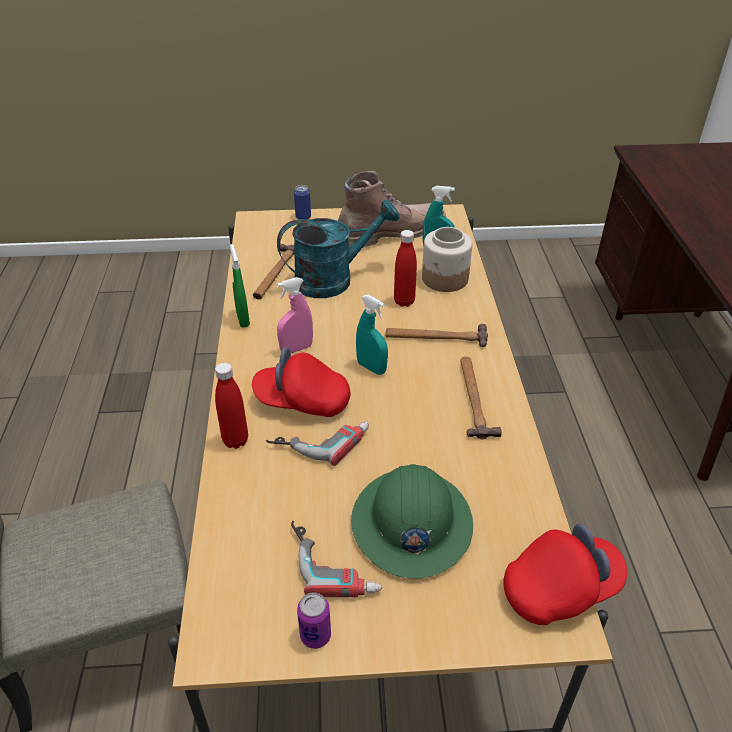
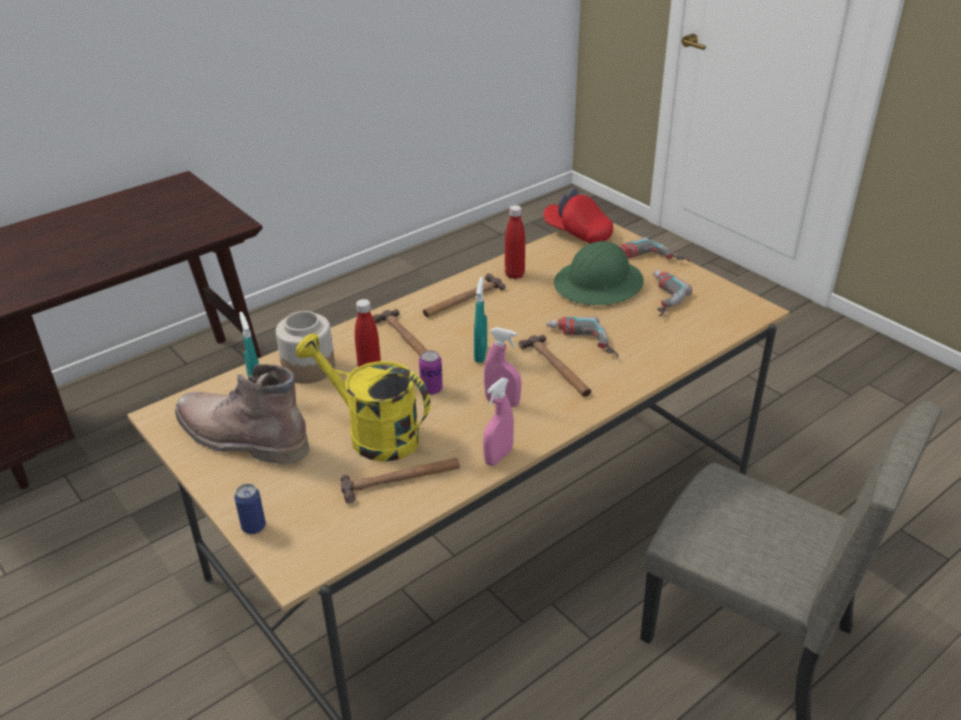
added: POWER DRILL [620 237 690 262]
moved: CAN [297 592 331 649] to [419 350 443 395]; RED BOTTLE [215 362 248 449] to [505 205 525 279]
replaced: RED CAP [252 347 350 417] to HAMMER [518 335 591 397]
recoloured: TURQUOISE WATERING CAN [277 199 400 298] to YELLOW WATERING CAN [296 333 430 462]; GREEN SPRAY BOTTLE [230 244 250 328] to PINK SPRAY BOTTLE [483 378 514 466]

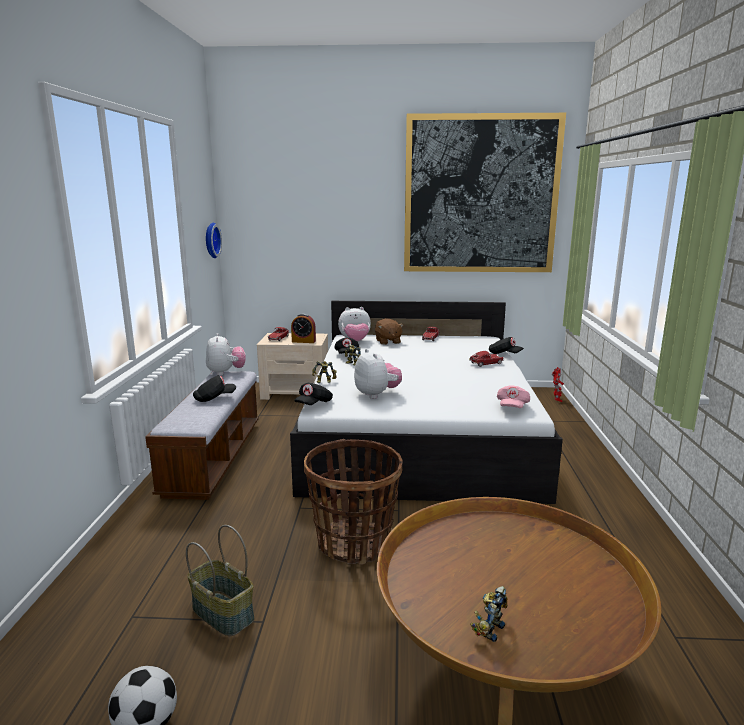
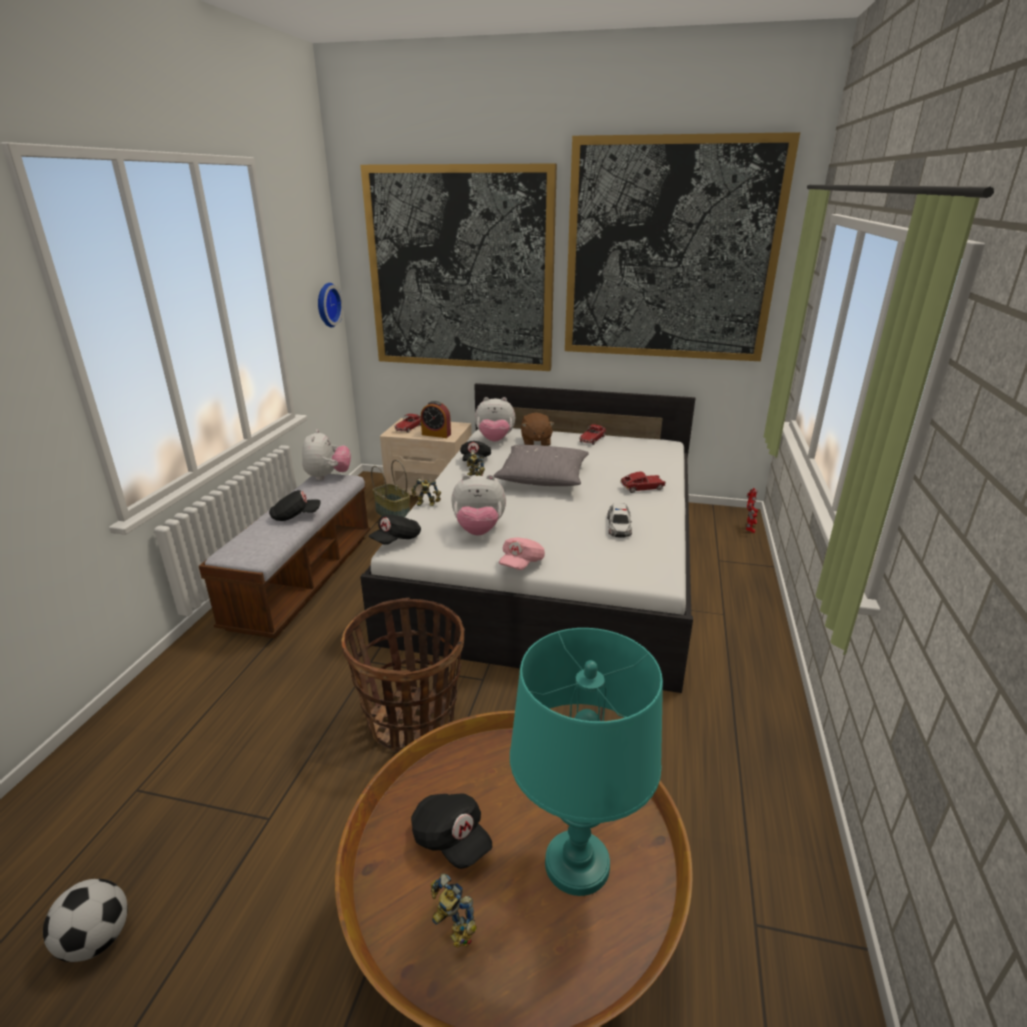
added: PICTURE [360 163 557 371]; GREY PILLOW [493 445 589 486]; TURQUOISE TABLE LAMP [510 628 663 896]; TOY CAR [607 503 632 538]
moved: BASKET [186 525 255 637] to [371 460 410 517]; BLACK CAP [489 337 524 354] to [411 793 492 869]; PINK CAP [497 385 530 408] to [499 537 545 570]
turned: TOY ROBOT [470 586 507 642] = [431 873 477 948] 90 degrees counterclockwise; PLUSH TOY [354 349 402 399] = [451 475 506 536] 105 degrees clockwise

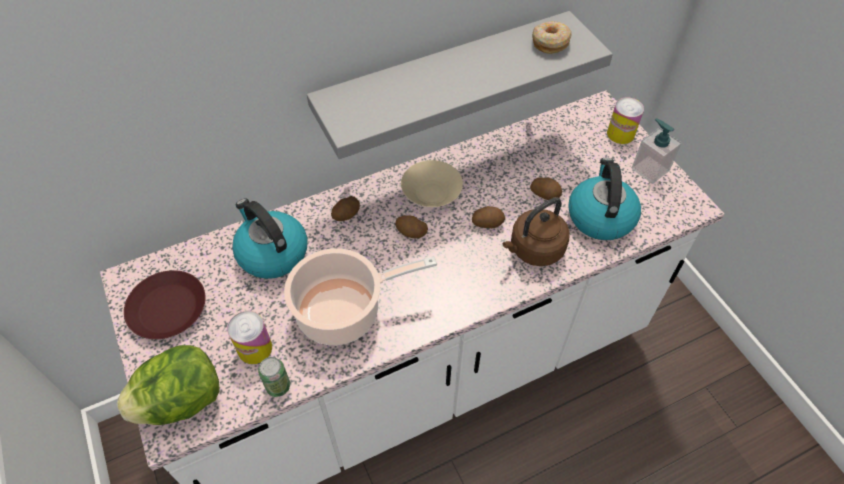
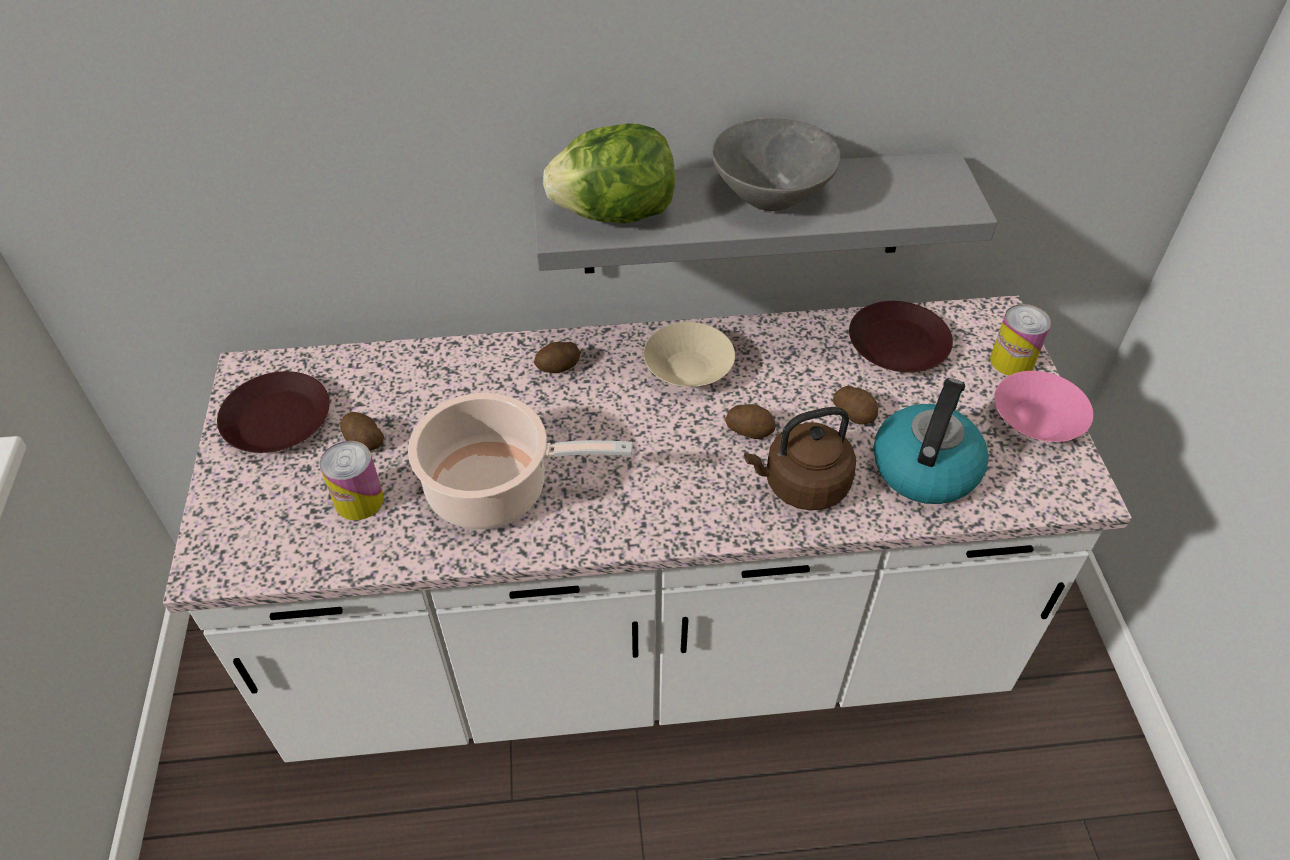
removed: KETTLE [232 198 308 279]; CAN [258 357 290 397]; DONUT [532 21 572 54]
added: GREY BOWL [712 118 841 211]; BROWN PLATE [849 301 953 372]
moved: POTATO [395 215 428 238] to [340 412 384 451]; LETTUCE [117 345 220 425] to [543 123 675 224]
replaced: SOAP DISPENSER [631 118 682 184] to PINK BOWL [994 371 1093 442]

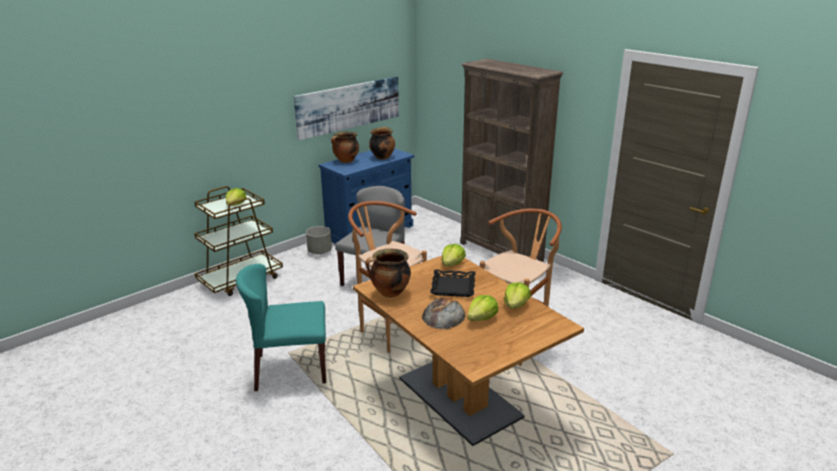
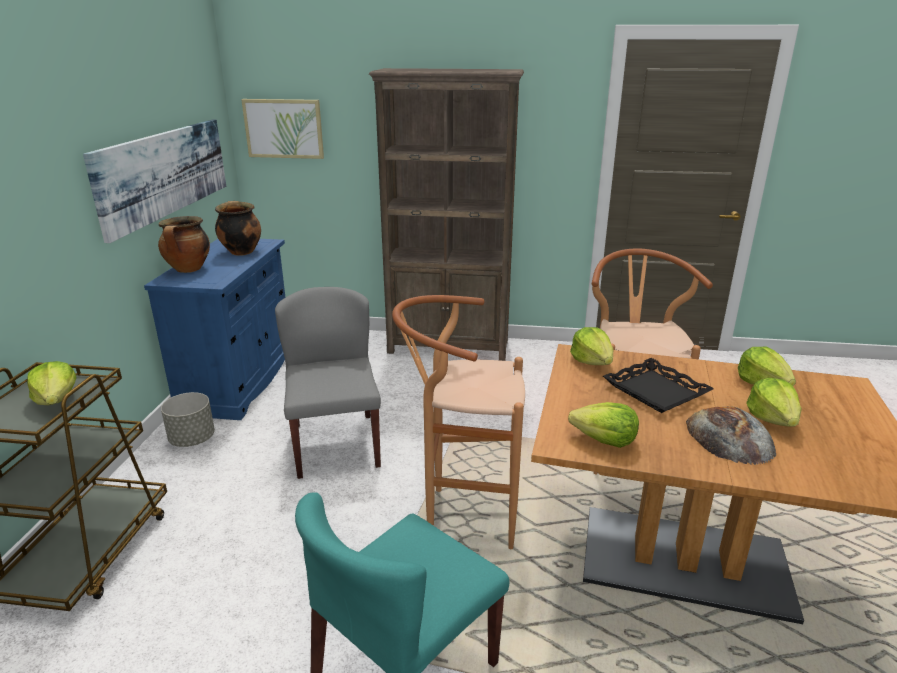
added: PICTURE [241 99 324 159]
replaced: COOKING POT [365 248 411 297] to LETTUCE [568 402 639 448]

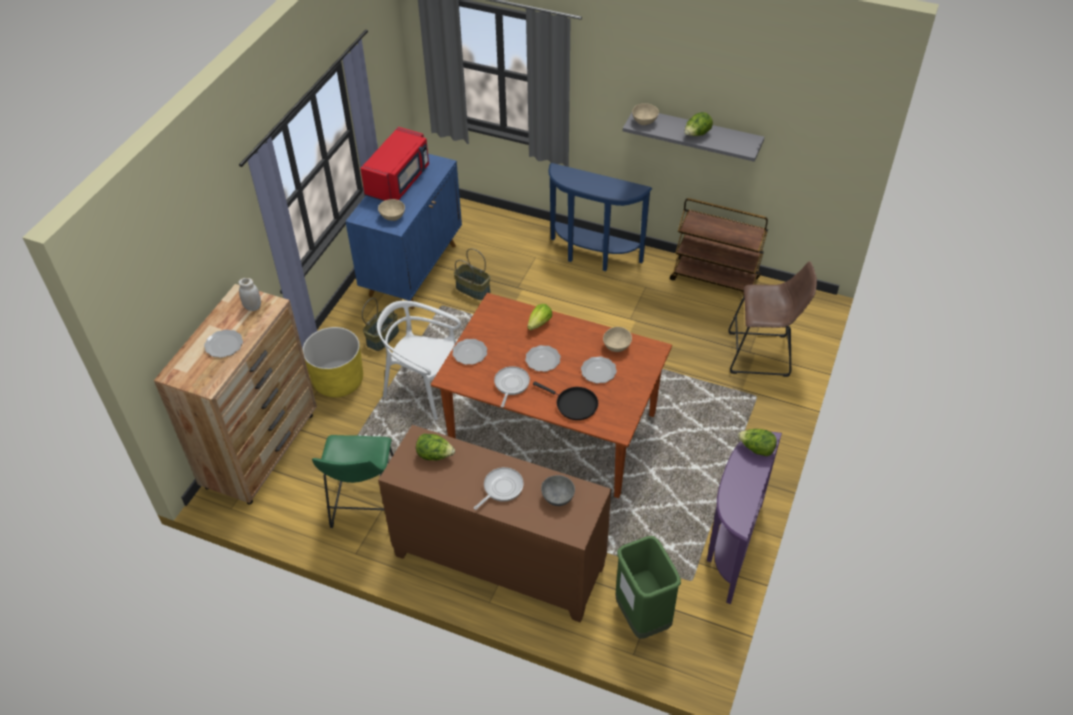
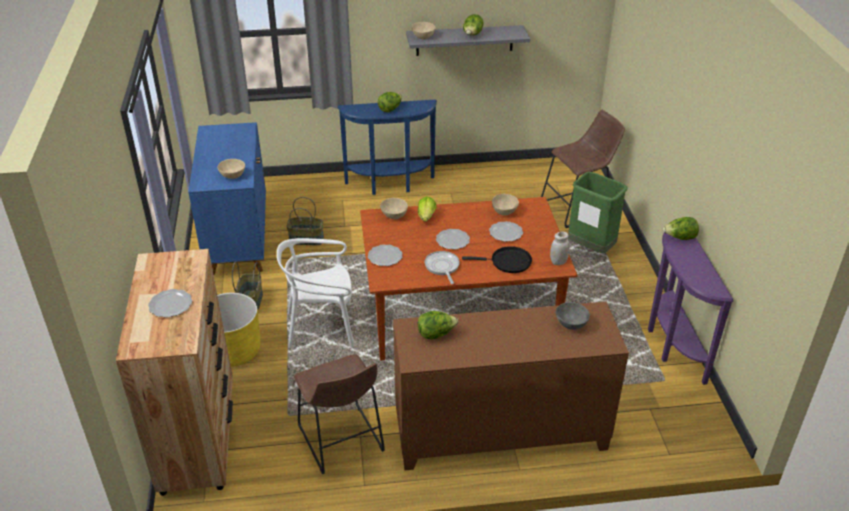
removed: RED MICROWAVE [360 127 429 201]; FRYING PAN [474 467 524 510]; BROWN CART [670 198 768 295]
added: LETTUCE [378 92 402 112]; BEIGE BOWL [380 198 408 219]
moved: WHITE JAR [238 278 261 311] to [550 232 570 265]; GREEN TRASH CAN [615 536 681 639] to [568 172 627 253]
recoloured: GREEN STOOL [312 435 394 528] to BROWN STOOL [294 354 385 474]

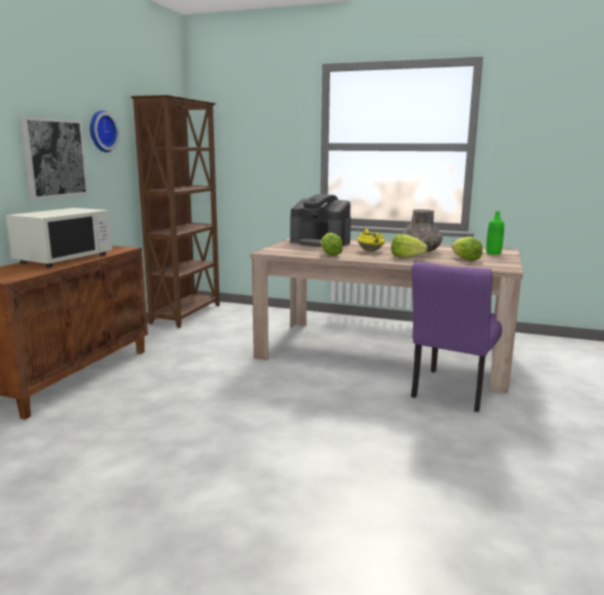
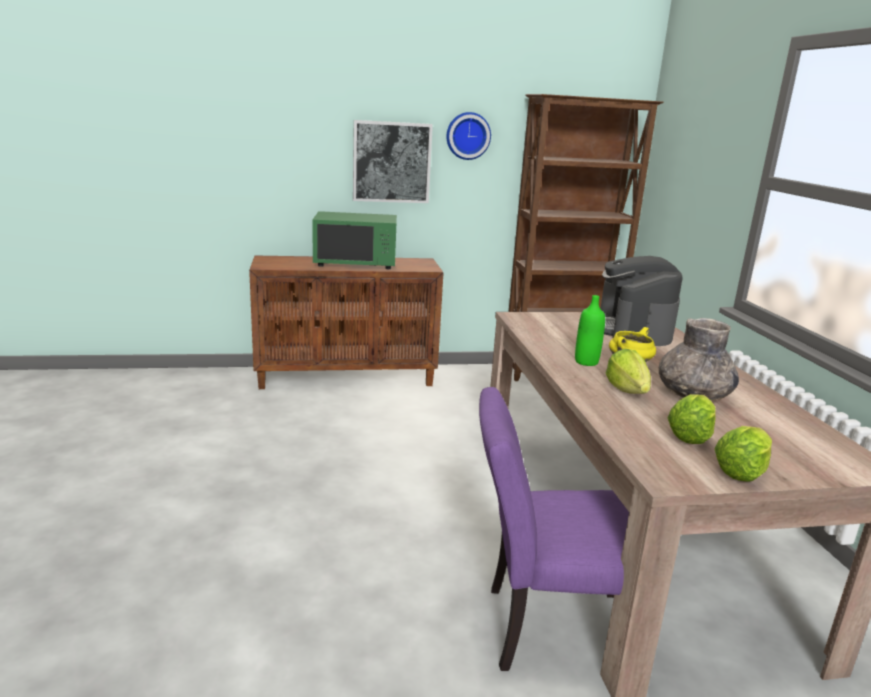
moved: GREEN BOTTLE [486 211 504 255] to [575 295 605 366]; LETTUCE [321 233 343 256] to [715 426 772 482]
recoloured: WHITE MICROWAVE [6 208 112 267] to GREEN MICROWAVE [312 211 397 269]

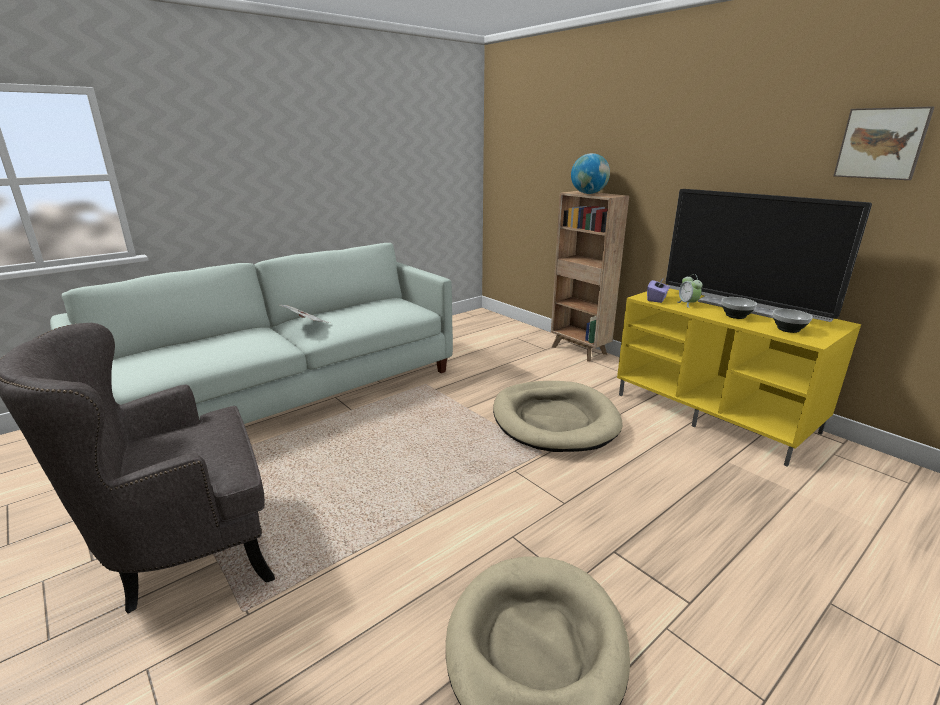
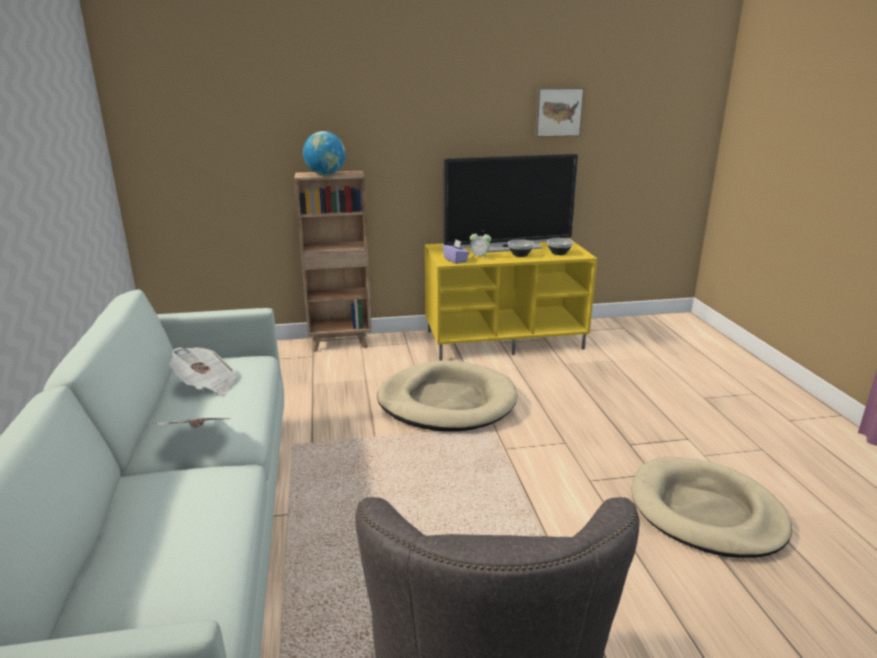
added: NEWSPAPER [169 347 237 394]

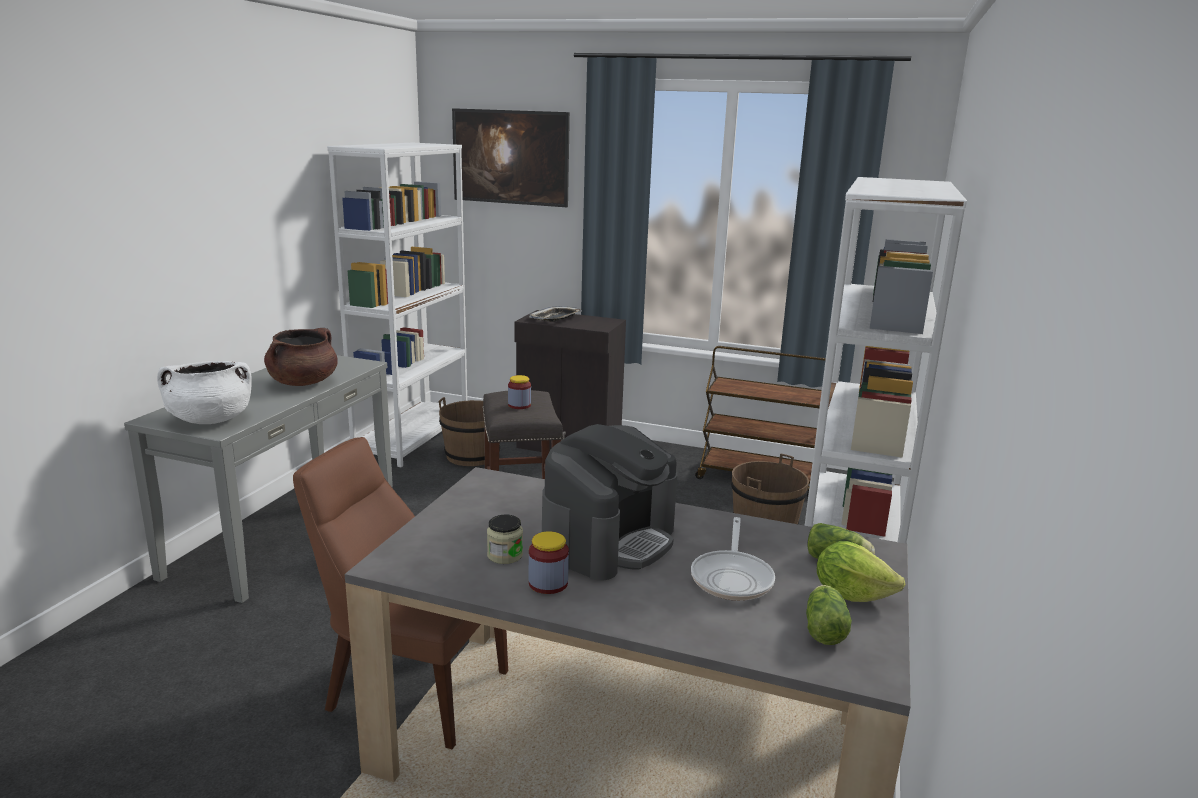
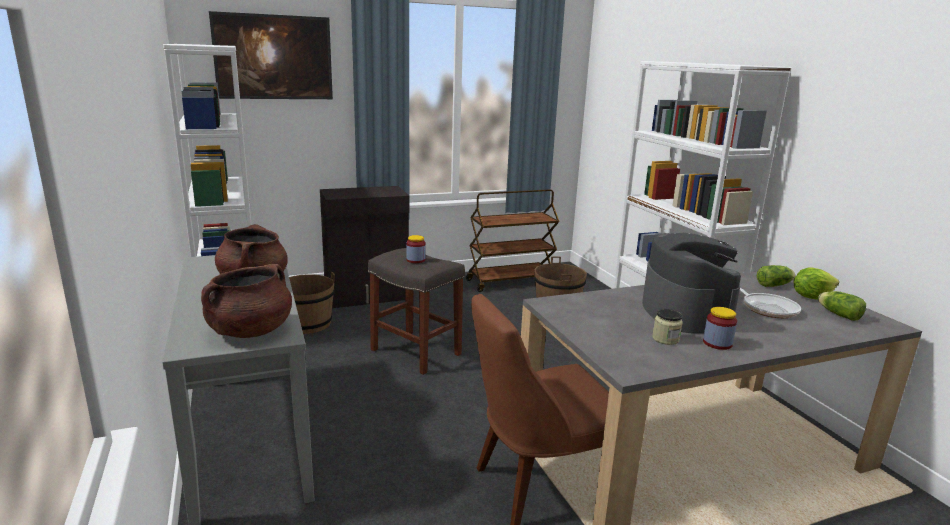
removed: TRAY [529 306 582 322]
recoloured: WHITE COOKING POT [157 361 252 424] to BROWN COOKING POT [201 264 292 338]

